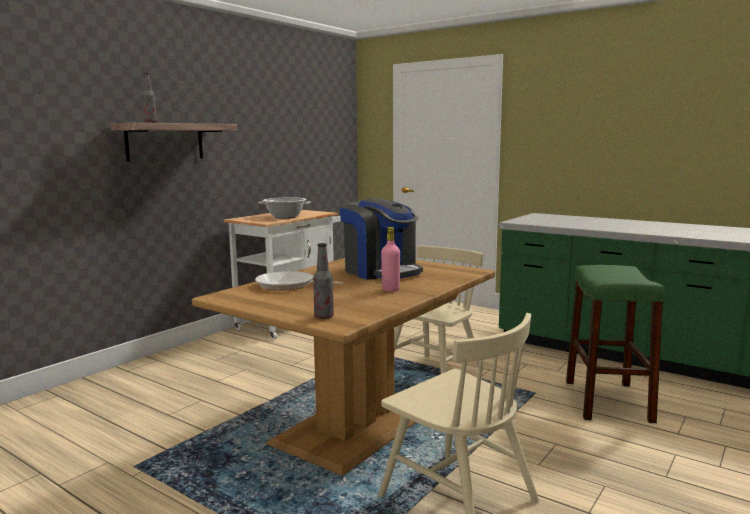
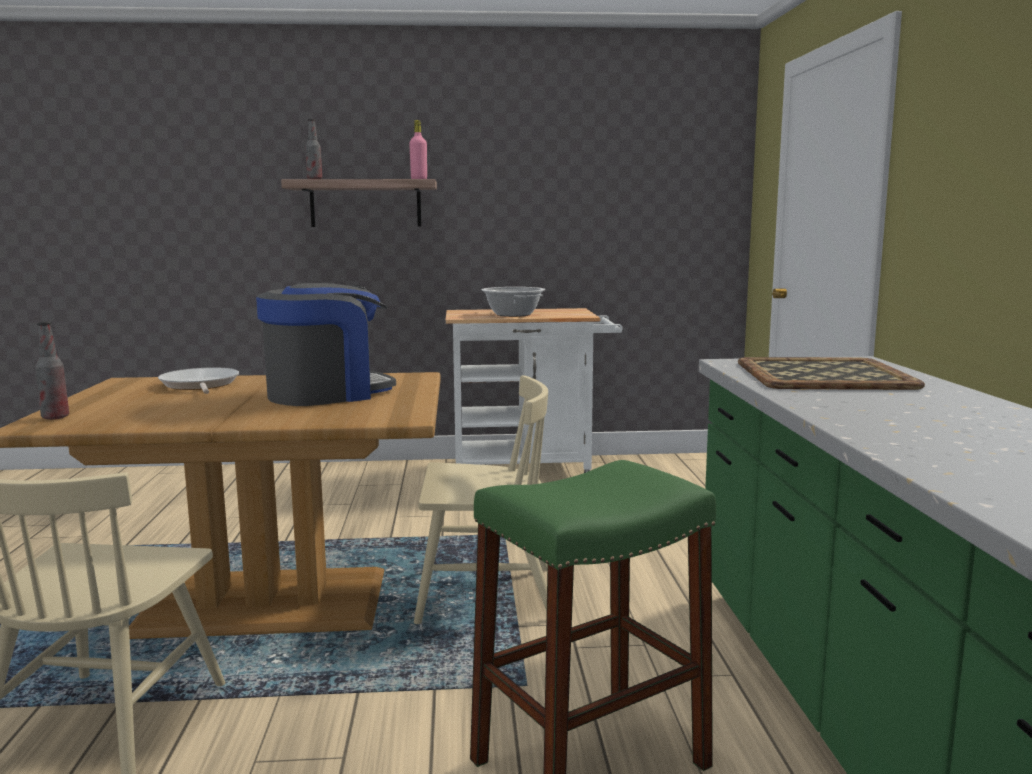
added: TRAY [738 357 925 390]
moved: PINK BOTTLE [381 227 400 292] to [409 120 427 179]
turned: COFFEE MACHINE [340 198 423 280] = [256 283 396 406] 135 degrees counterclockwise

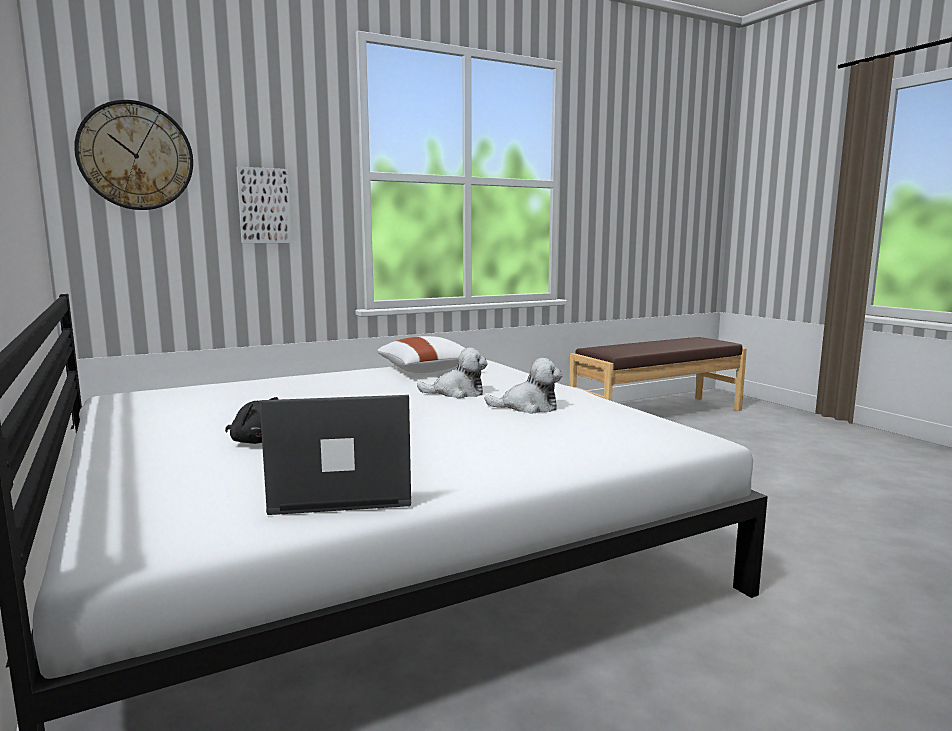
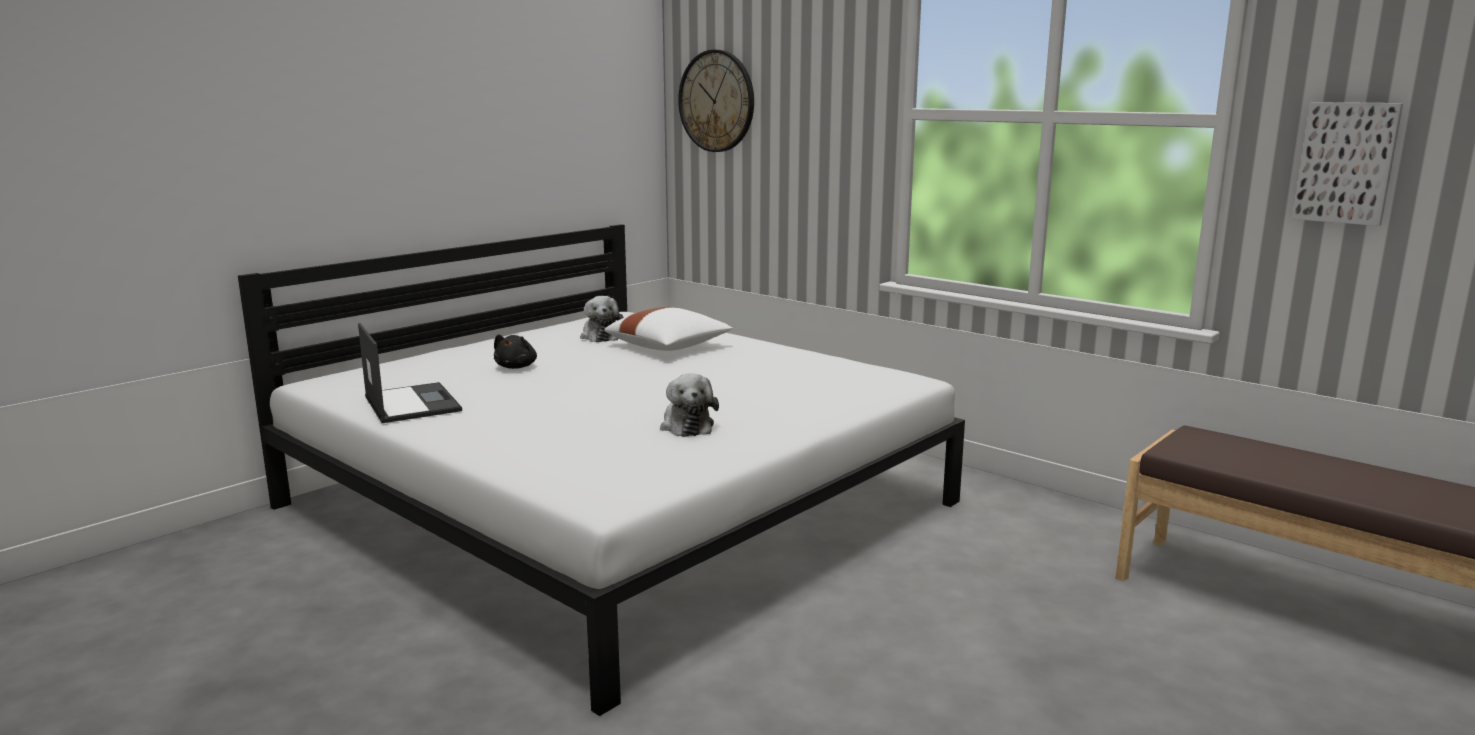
moved: PLUSH TOY [417 348 488 398] to [580 296 624 342]; WHITE PILLOW [377 336 465 373] to [604 307 733 351]; PICTURE [236 167 292 243] to [1292 102 1403 226]

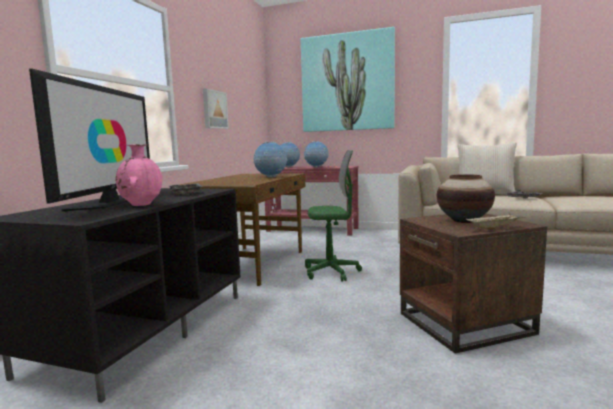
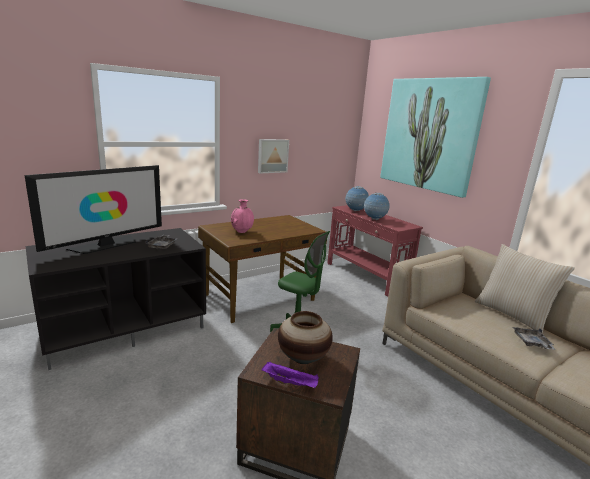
removed: GLOBE [254 142 288 178]
moved: PINK VASE [116 144 162 206] to [231 199 254 233]
recoloured: BEIGE TRAY [466 213 525 230] to PURPLE TRAY [262 361 319 388]

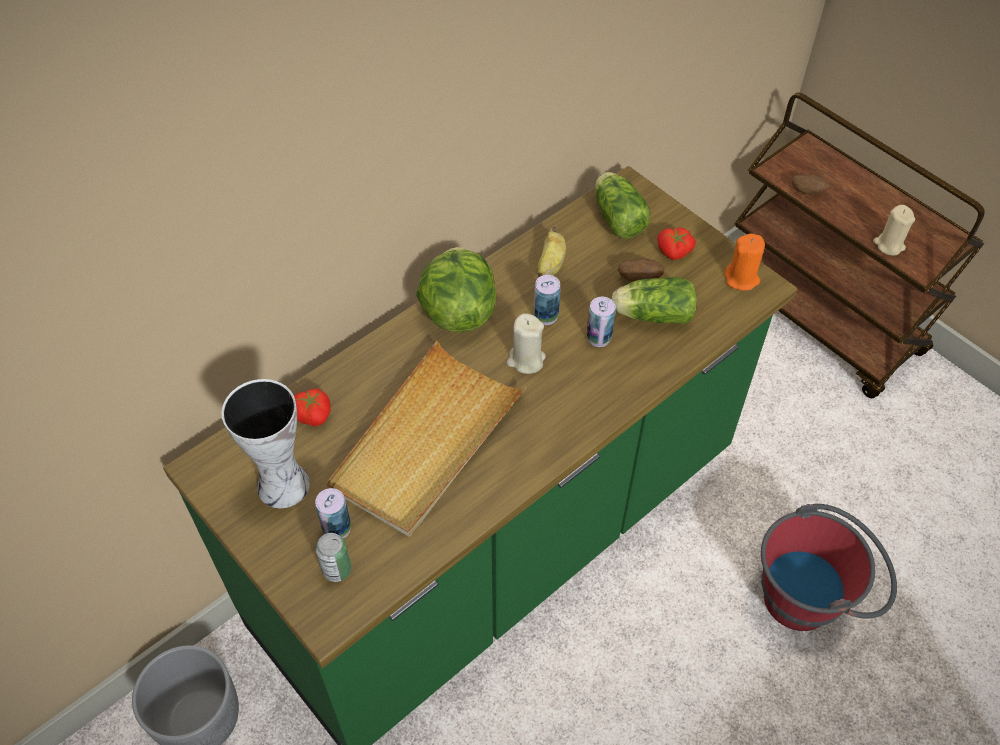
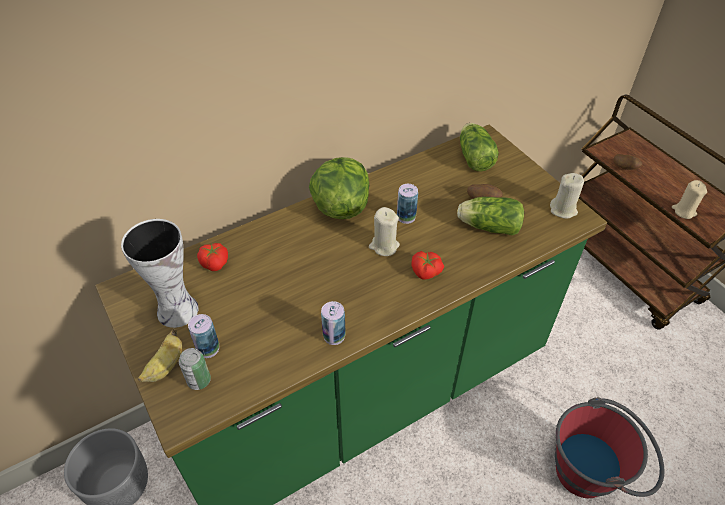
removed: BEIGE TRAY [327 341 527 536]
moved: BANANA [537 225 566 277] to [138 328 182 382]; CAN [587 297 616 347] to [321 301 346 345]; TOMATO [657 227 696 260] to [411 251 444 280]
recoloured: ORANGE CANDLE [724 233 765 291] to BEIGE CANDLE [550 173 584 219]

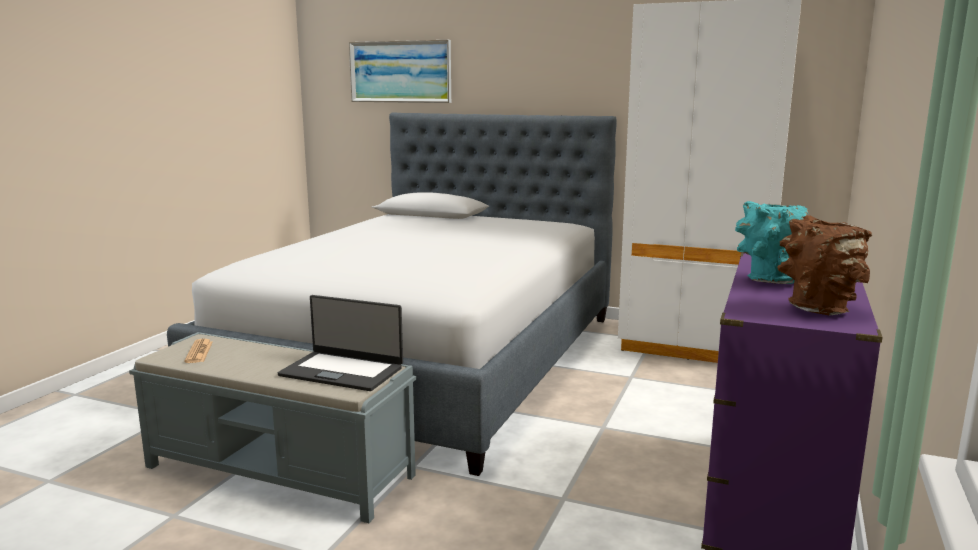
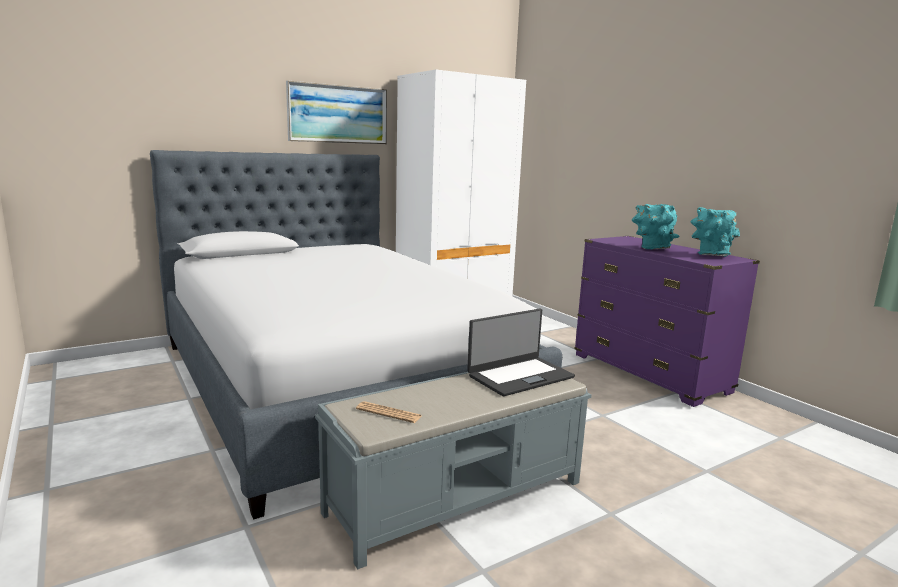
moved: PICTURE [349 40 451 103] to [286 80 387 144]
recoloured: BROWN VASE [777 215 872 316] to TURQUOISE VASE [691 207 740 257]

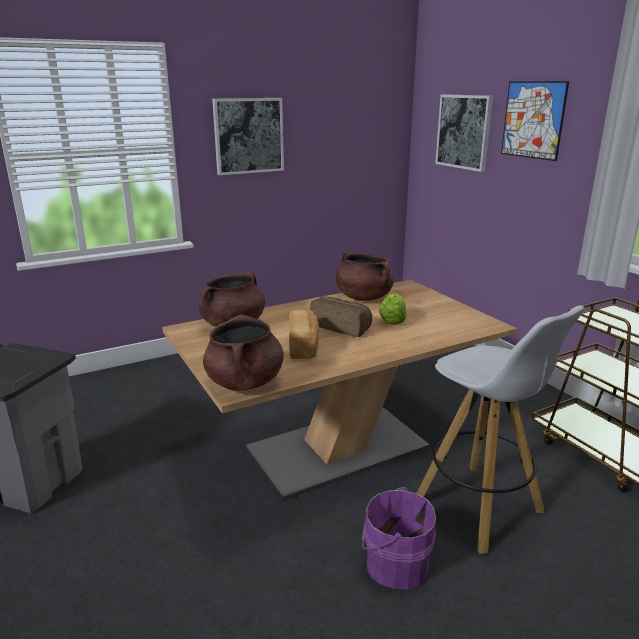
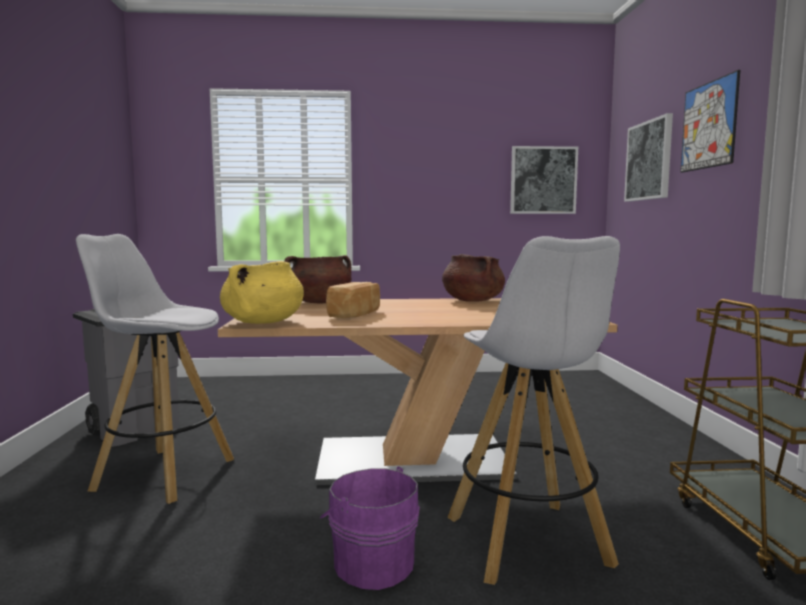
removed: BREAD [310 297 372 337]; LETTUCE [379 293 406 324]
added: WHITE STOOL [76 234 234 504]
moved: PICTURE [212 98 284 175] to [510 146 578 214]
recoloured: BROWN COOKING POT [203 315 284 391] to YELLOW COOKING POT [220 261 304 324]

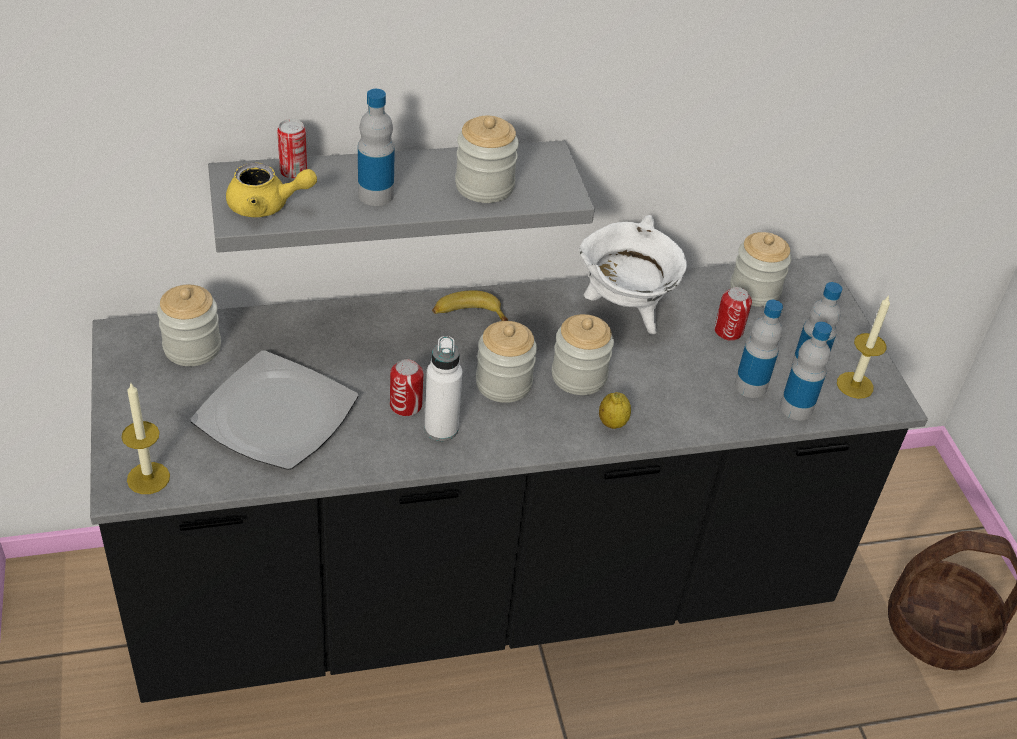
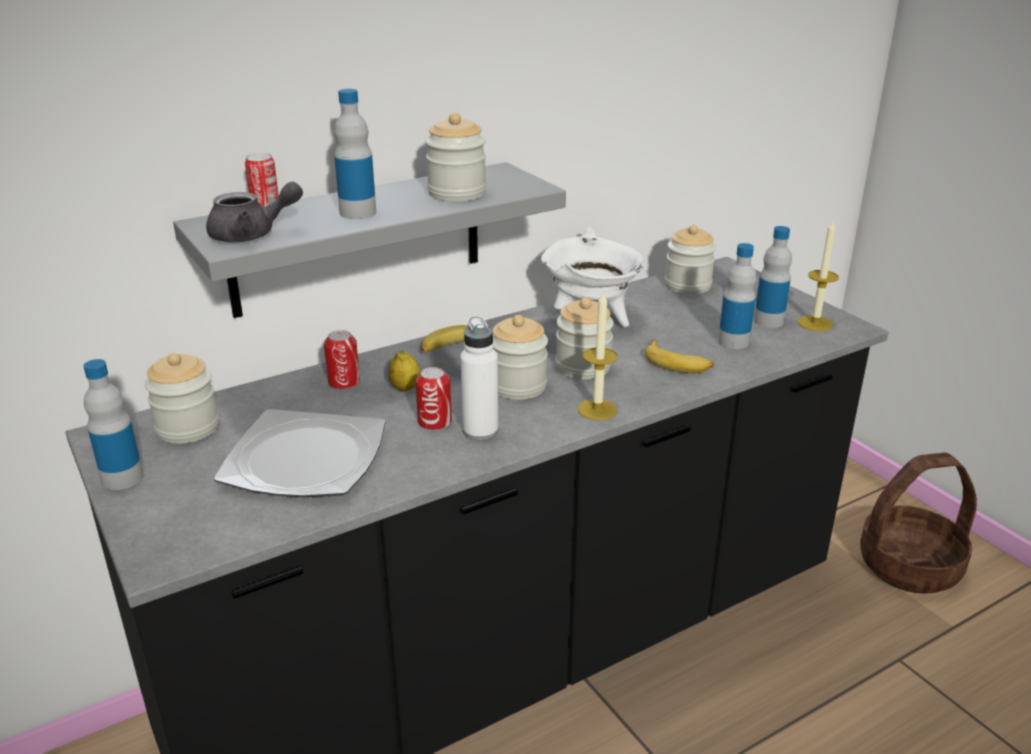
added: BANANA [645 340 714 373]
moved: BOTTLE [780 322 832 420] to [83 359 143 490]; CAN [714 287 752 341] to [324 330 360 390]; LEMON [599 392 631 429] to [388 350 420 391]; CANDLE [121 383 170 494] to [578 291 618 420]
recoloured: YELLOW TEAPOT [226 163 317 217] to GREY TEAPOT [206 182 303 242]

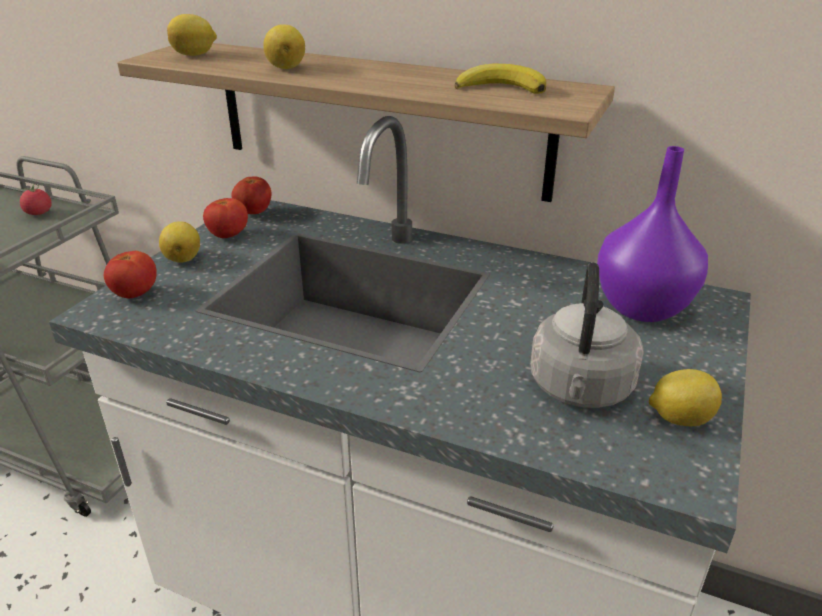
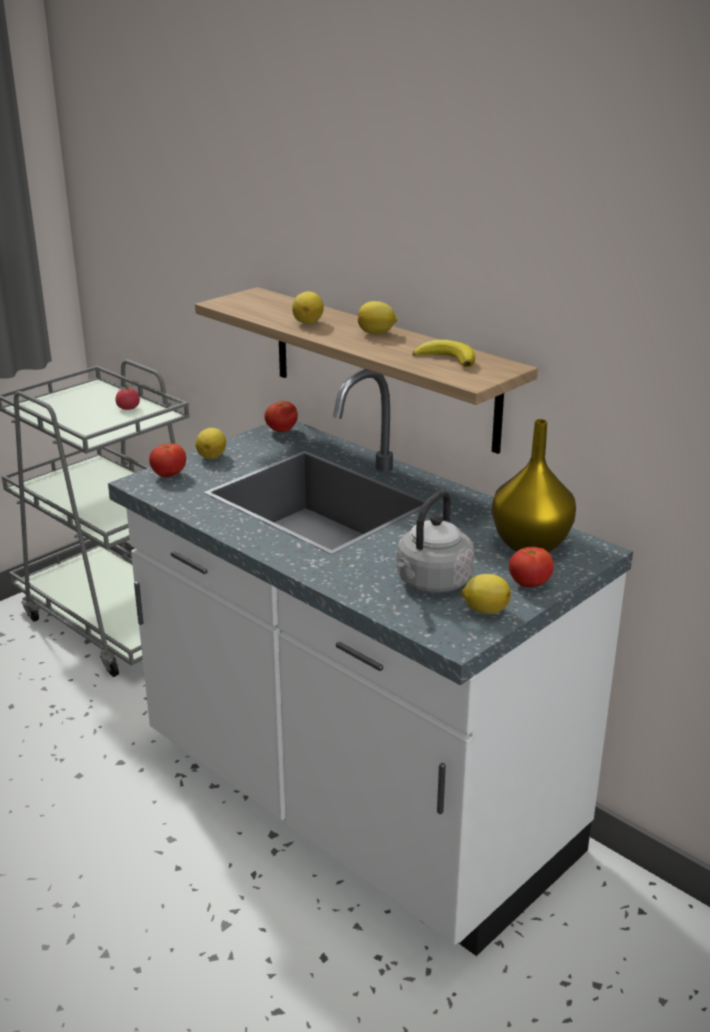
moved: LEMON [167 14 217 56] to [358 301 397 334]; TOMATO [203 198 248 238] to [509 547 554 587]
recoloured: PURPLE VASE [597 146 708 322] to YELLOW VASE [492 419 576 553]

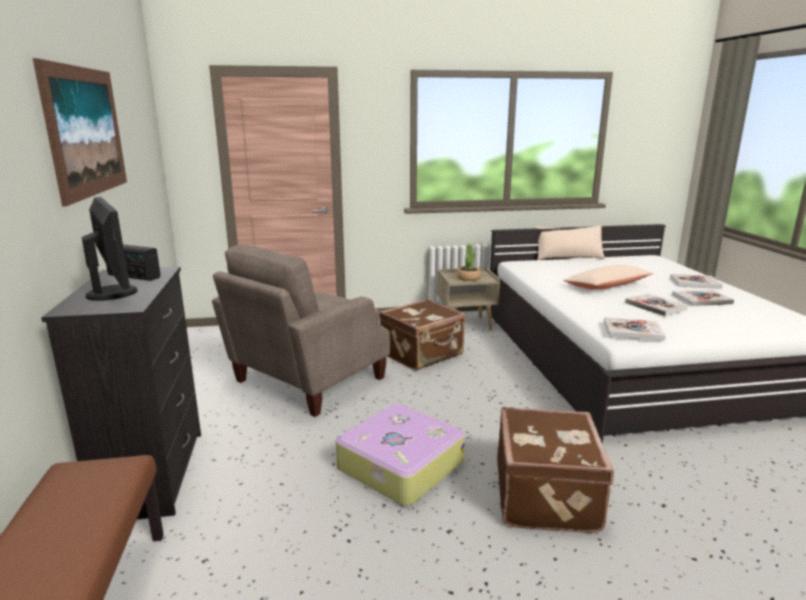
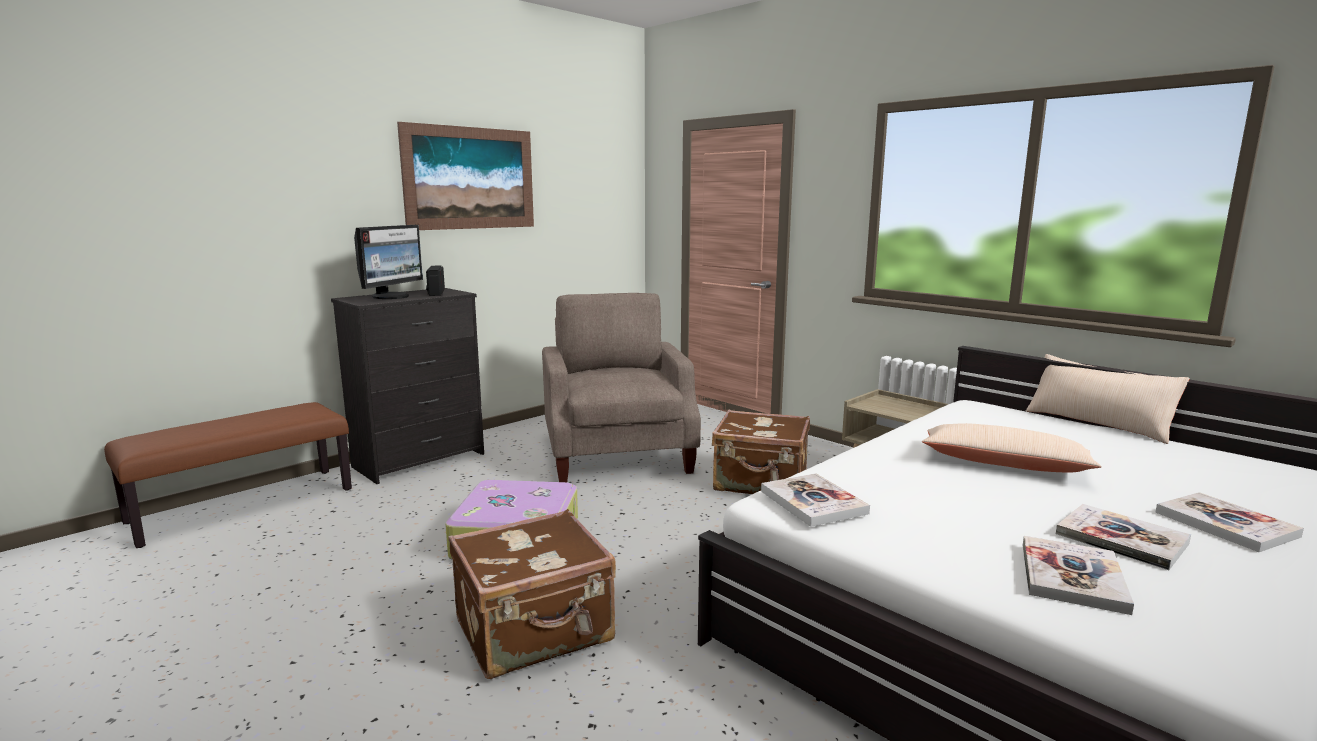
removed: POTTED PLANT [457 244 481 281]
moved: BOOK [625 293 688 316] to [1023 536 1134 615]
turned: BEIGE ARMCHAIR [212 245 390 417] = [542 293 701 482] 75 degrees clockwise

